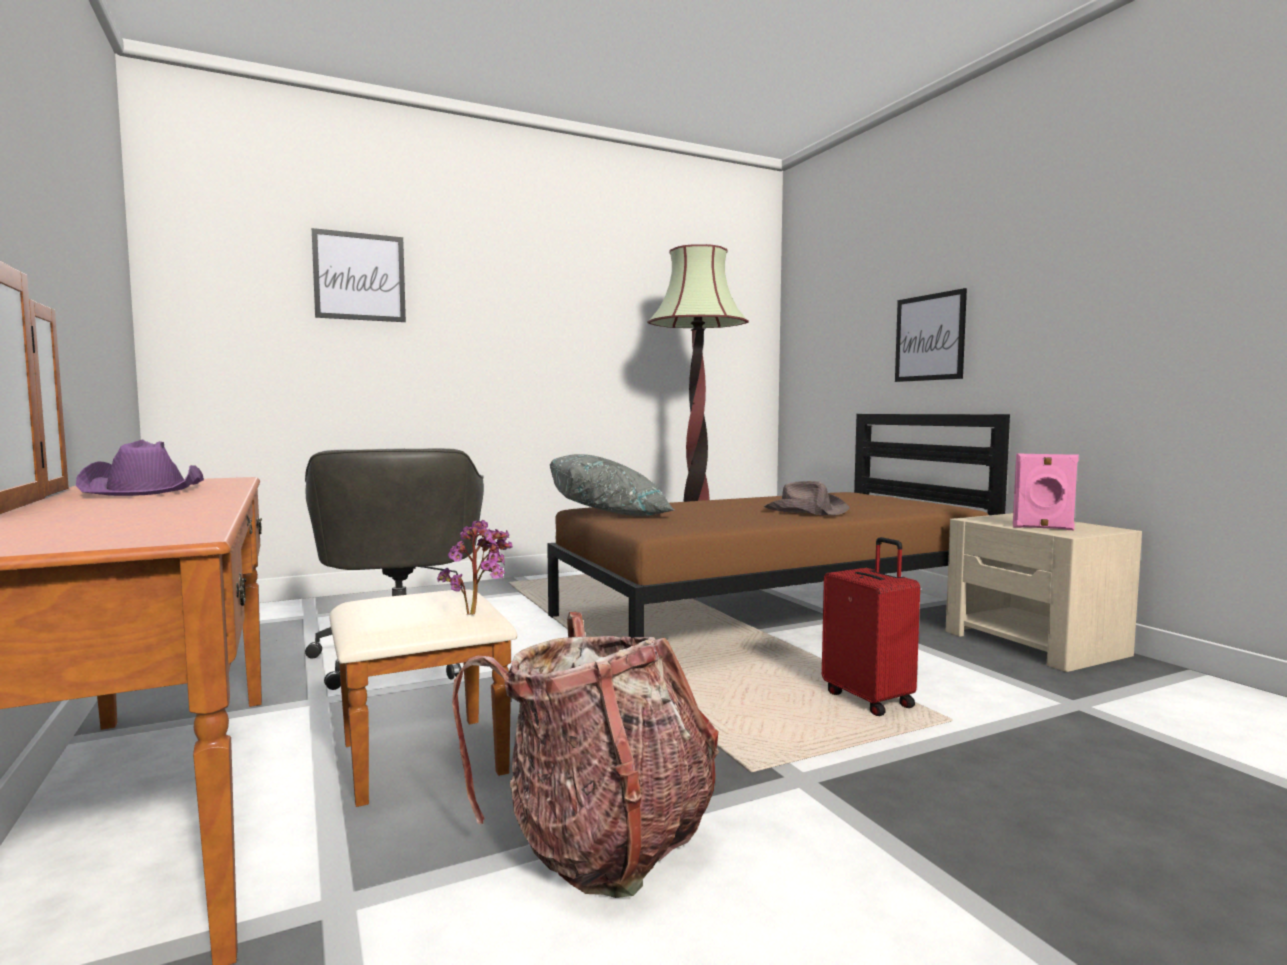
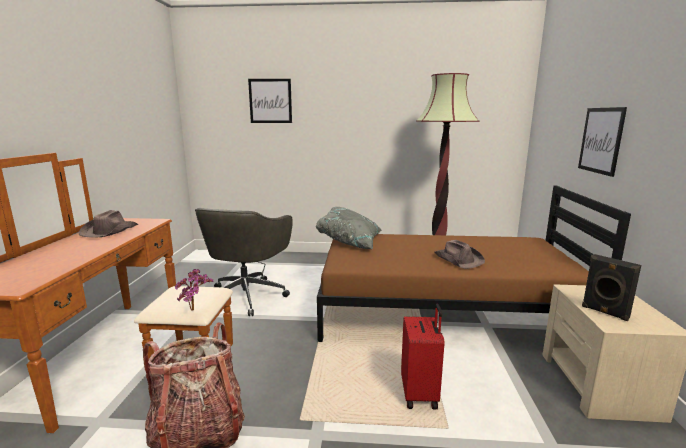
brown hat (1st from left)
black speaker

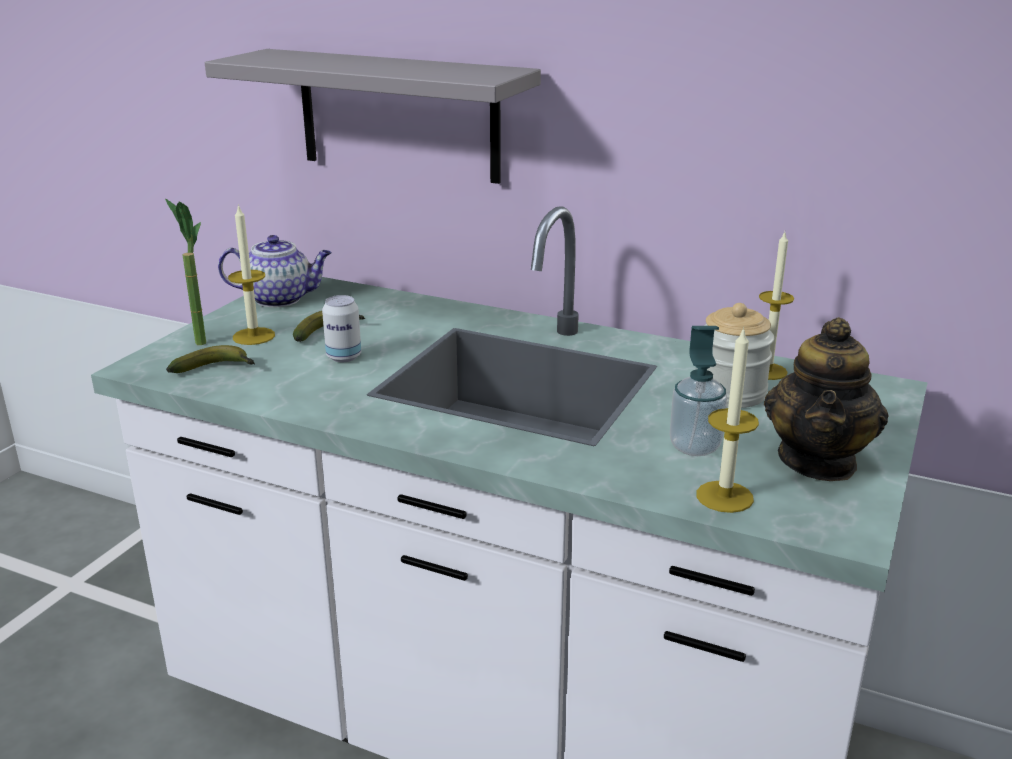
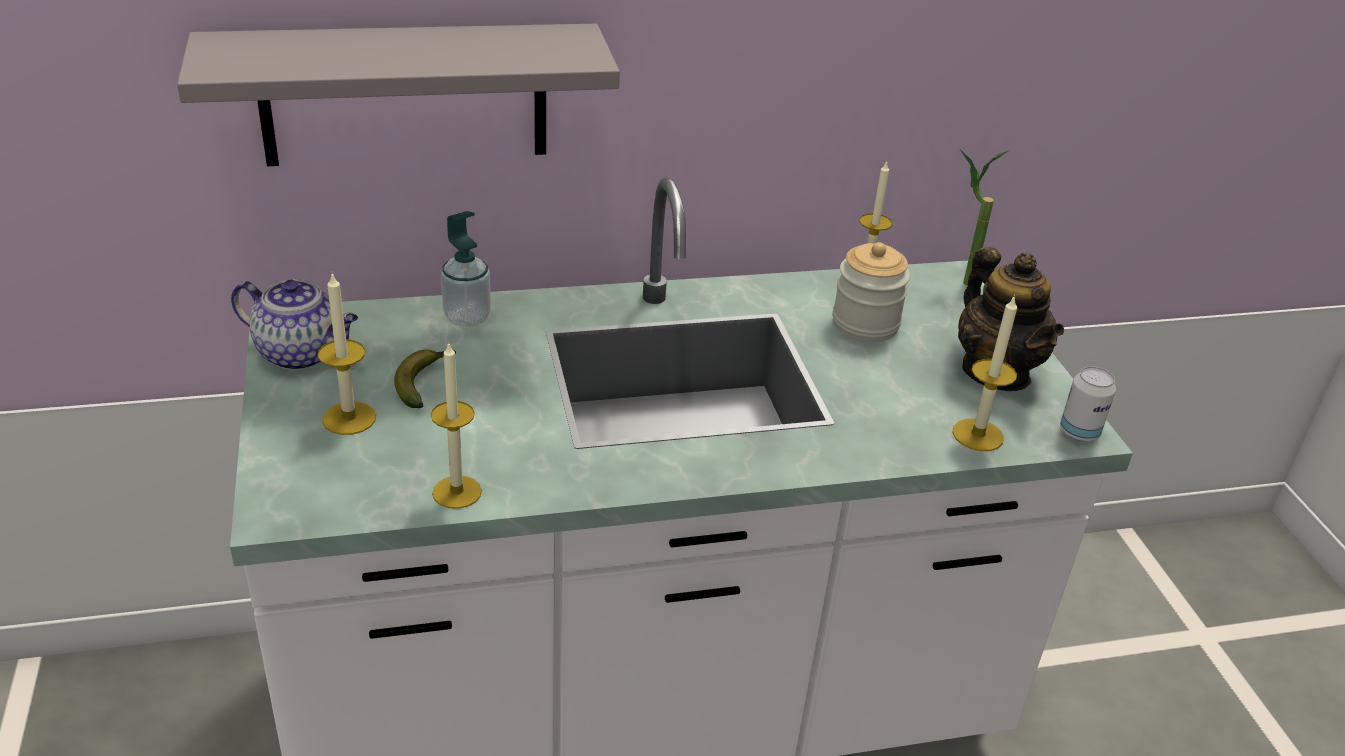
potted plant
banana (1st from left in the first image)
teapot (1st from left)
can
soap dispenser
candle (2nd from left)

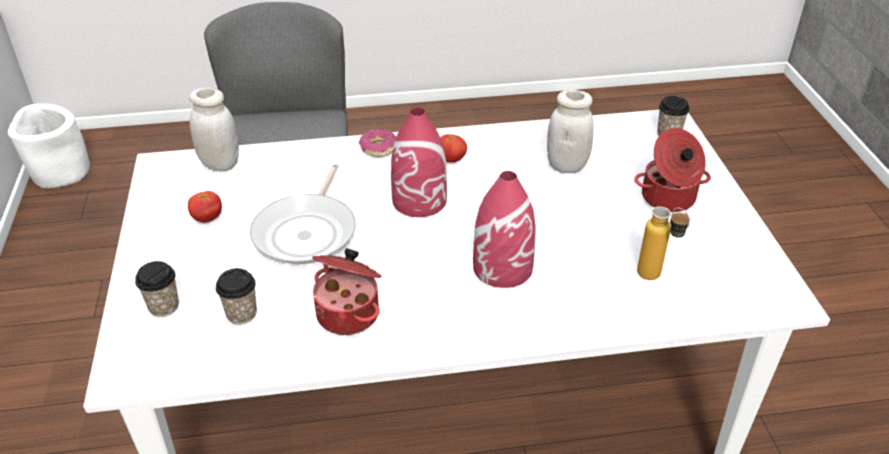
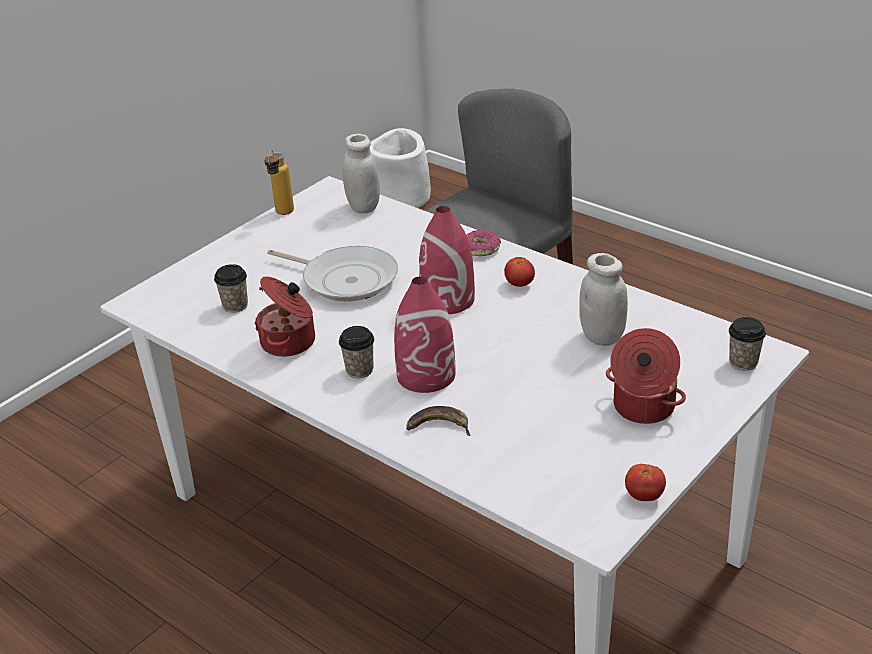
cup (2nd from left)
tomato (2nd from left)
frying pan
bottle
banana

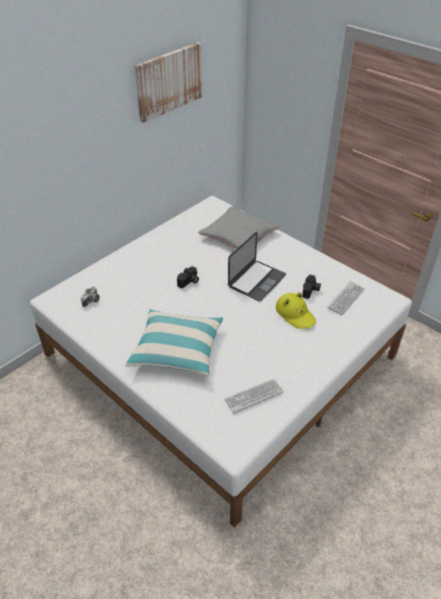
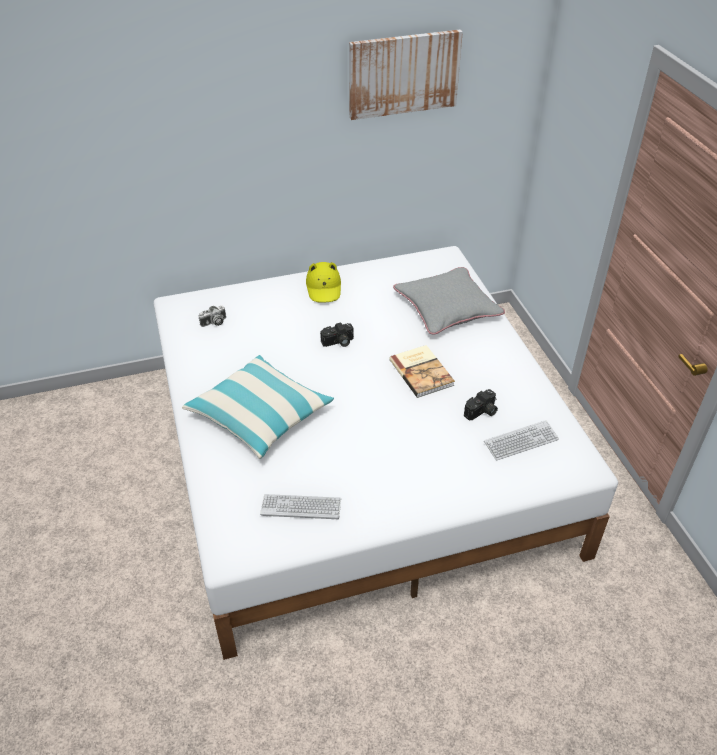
book
yellow hat

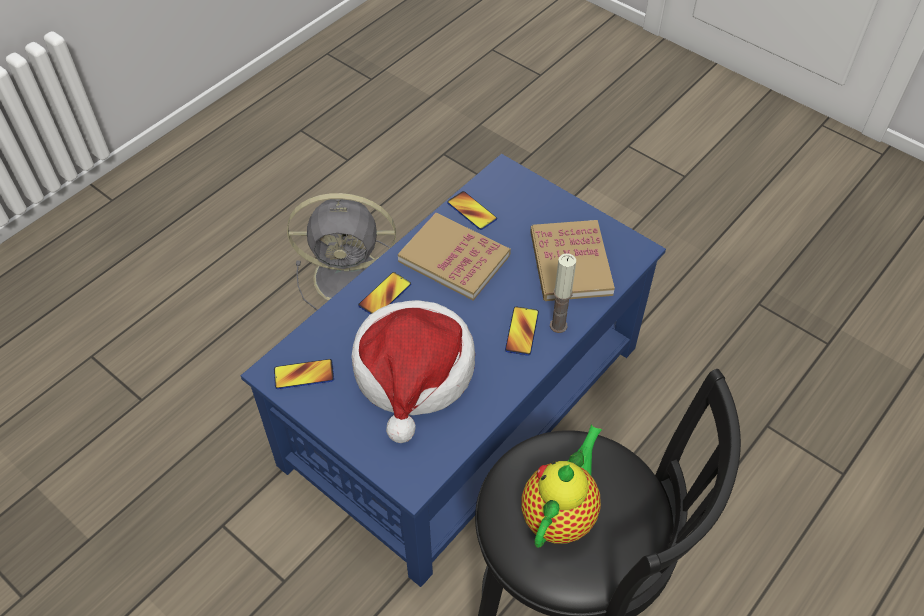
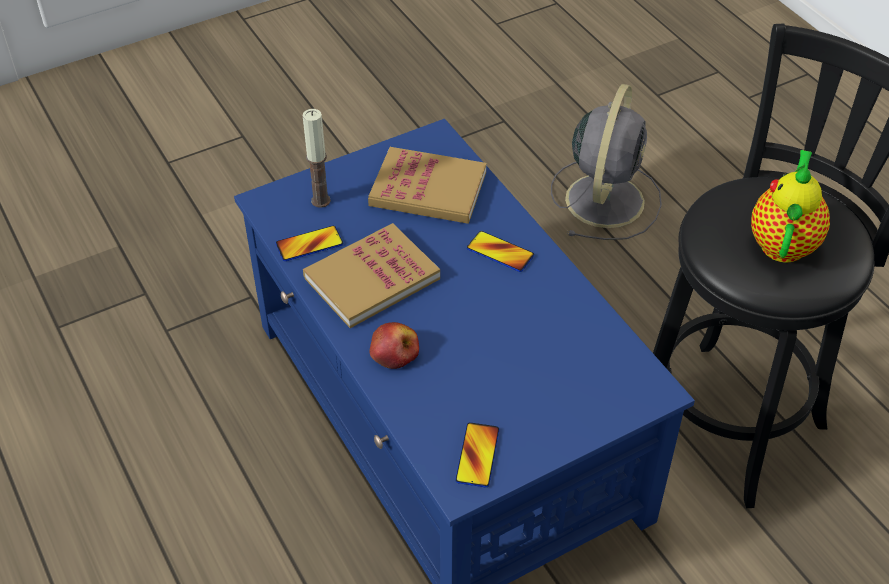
grey fan
hat
apple
teapot
candle

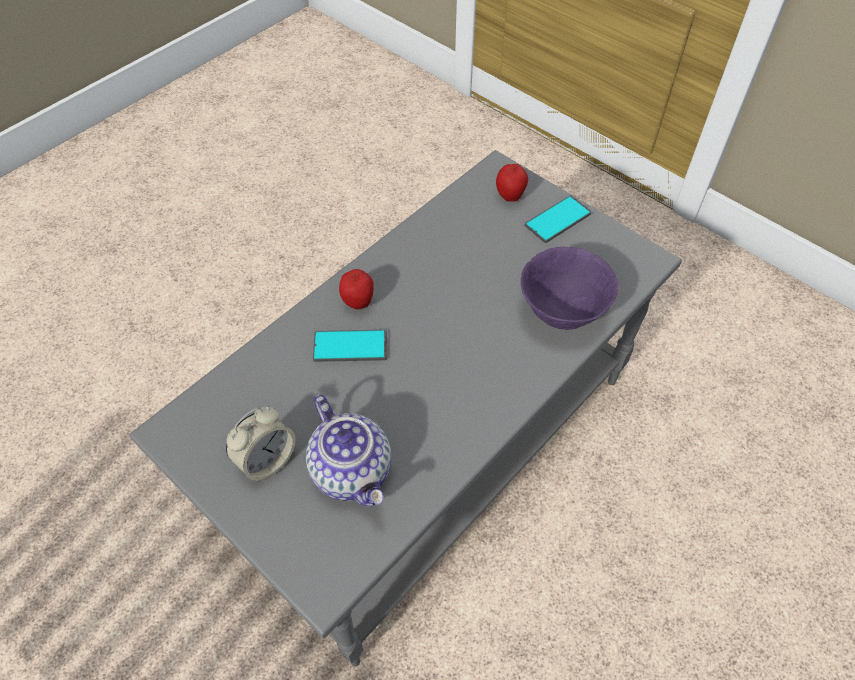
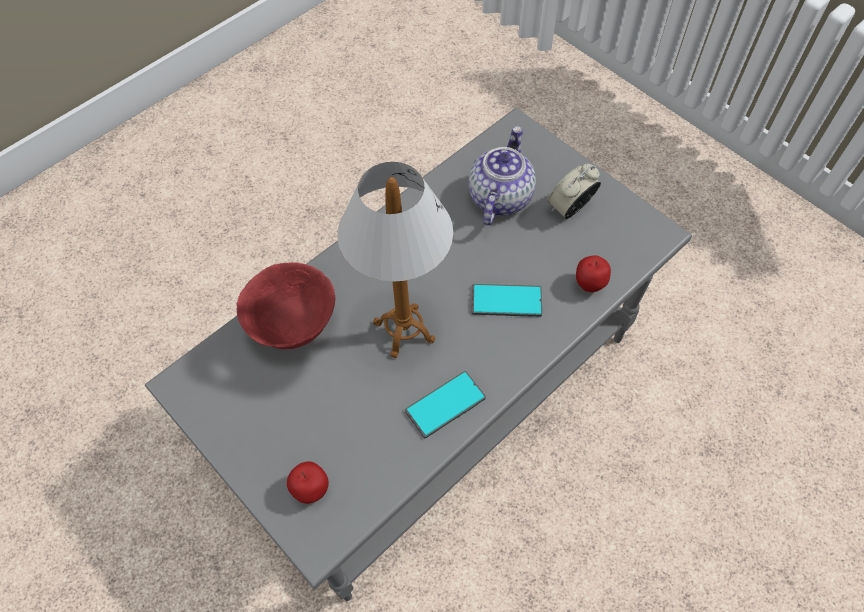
teapot
apple (2nd from left)
red bowl
phone (1st from left)
table lamp

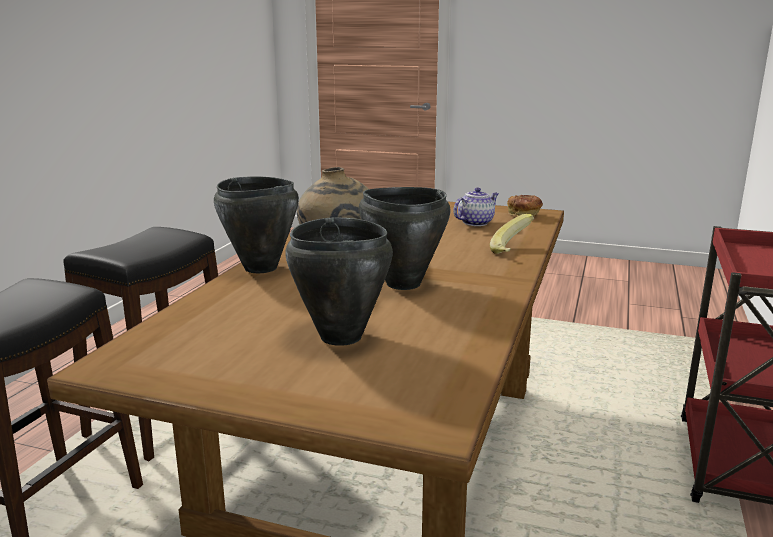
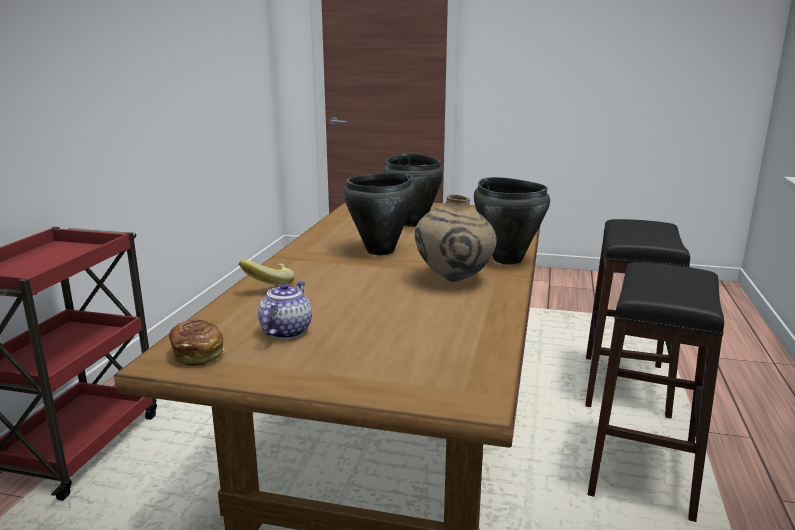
teapot

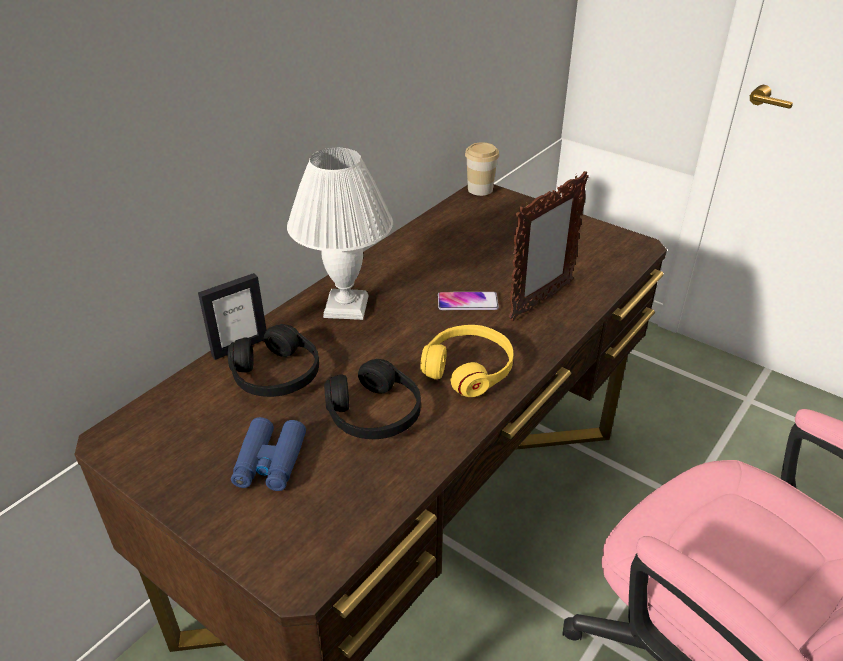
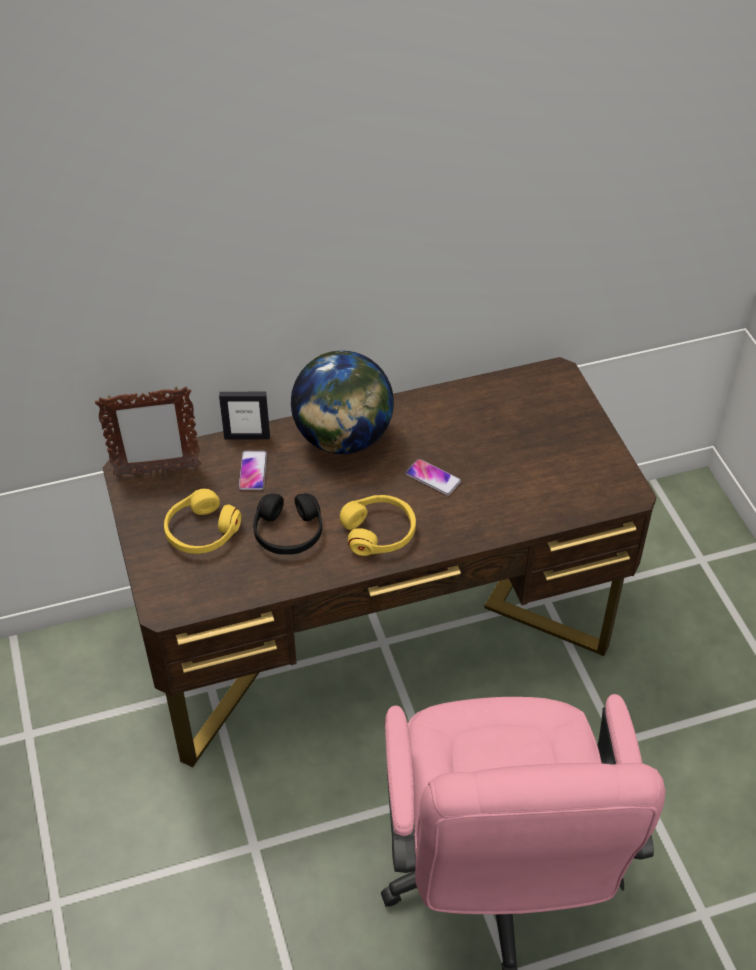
phone (1st from left)
yellow headphones (1st from left)
globe
cup
picture frame (1st from left)

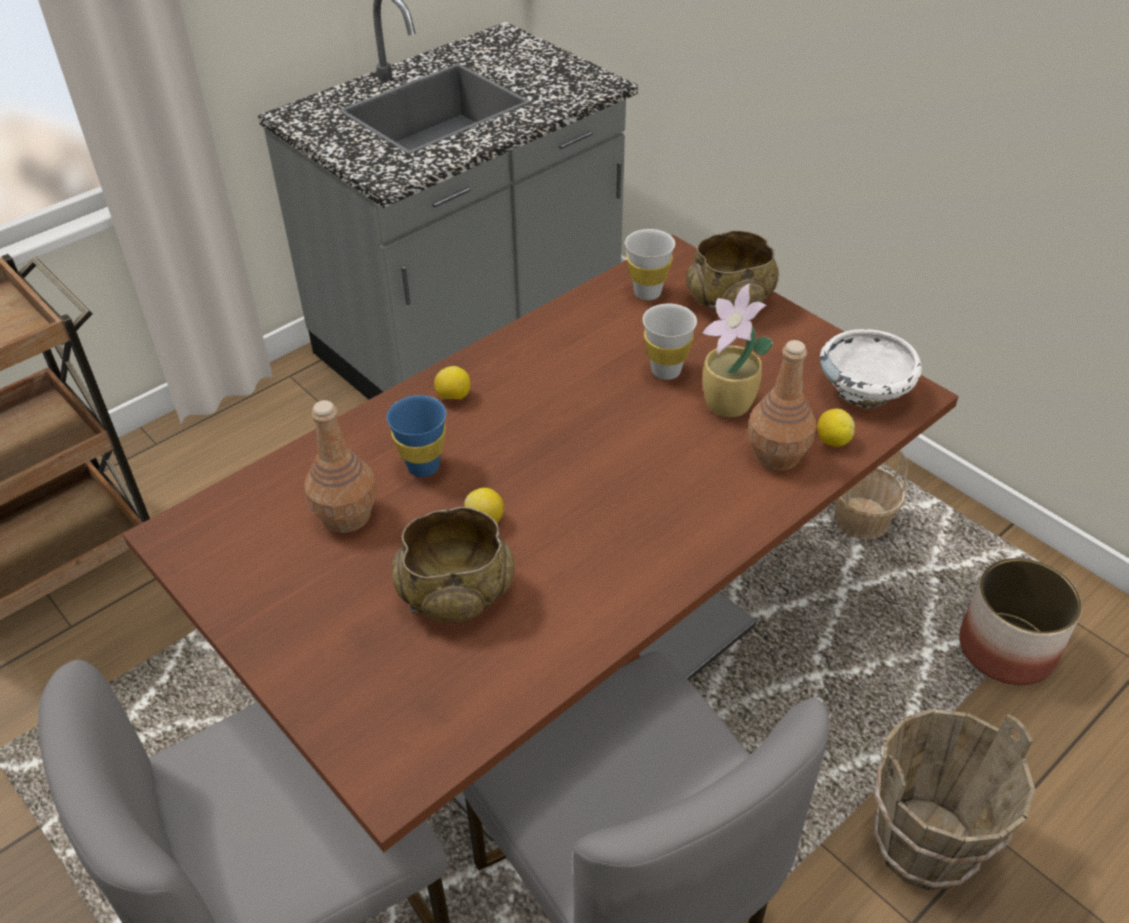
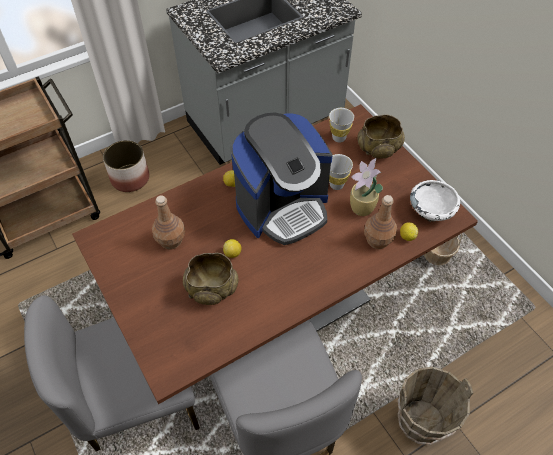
blue cup
planter
coffee machine

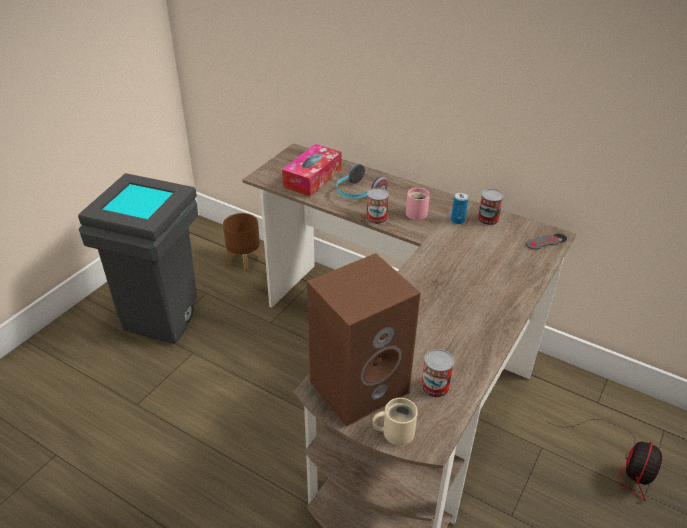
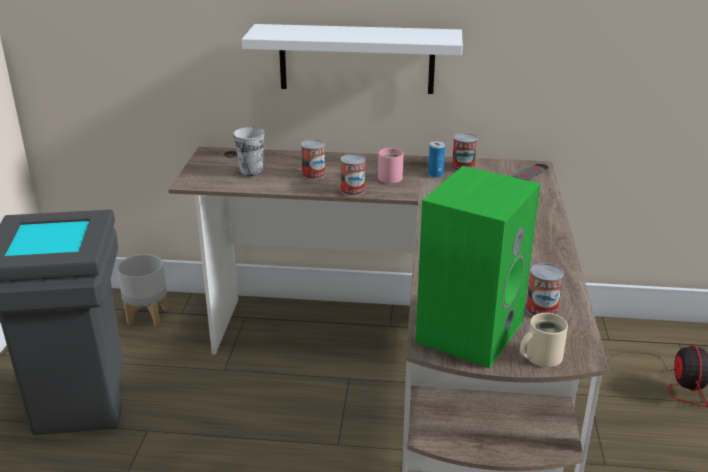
grey planter
cup
green speaker
can (1st from left)
white shelf

